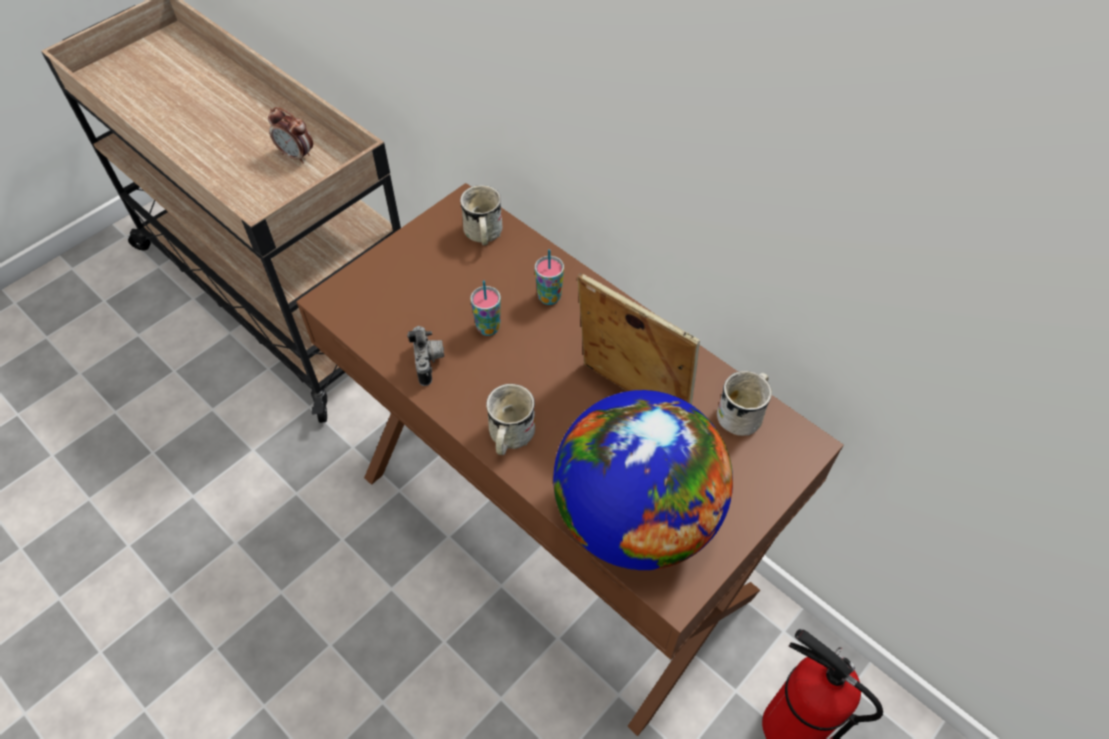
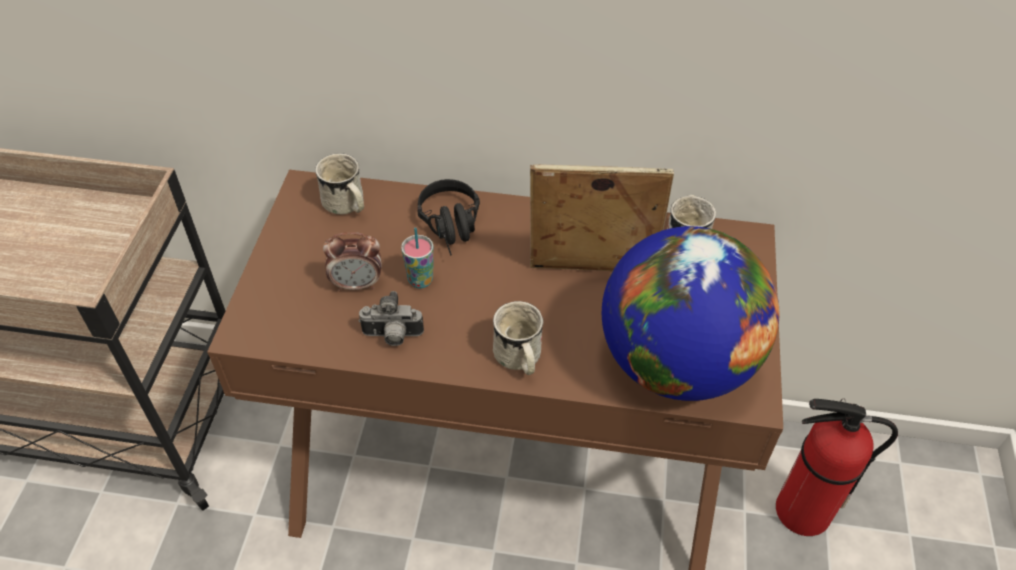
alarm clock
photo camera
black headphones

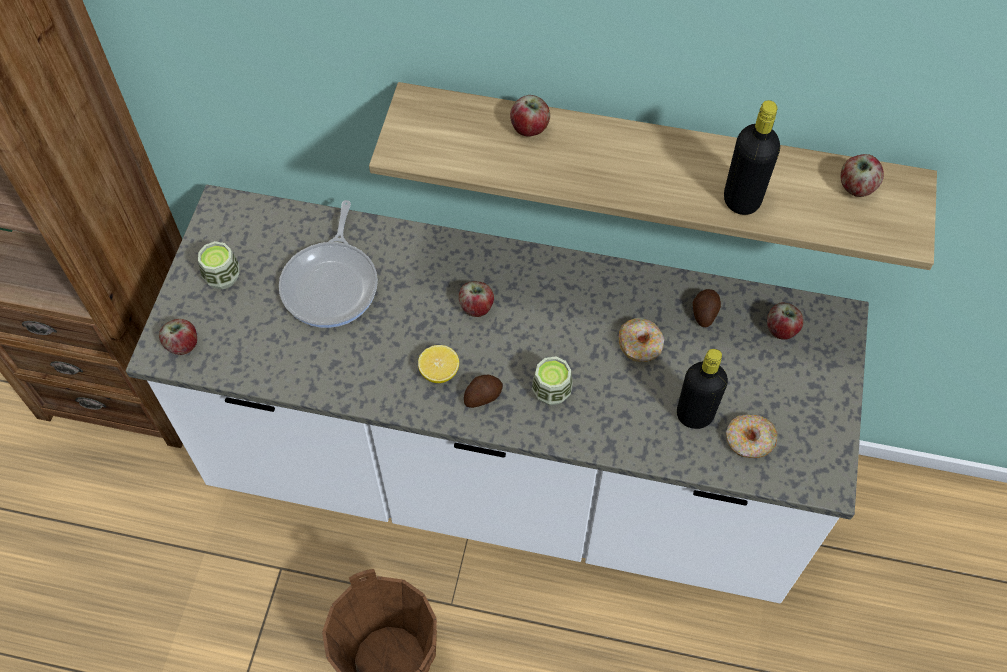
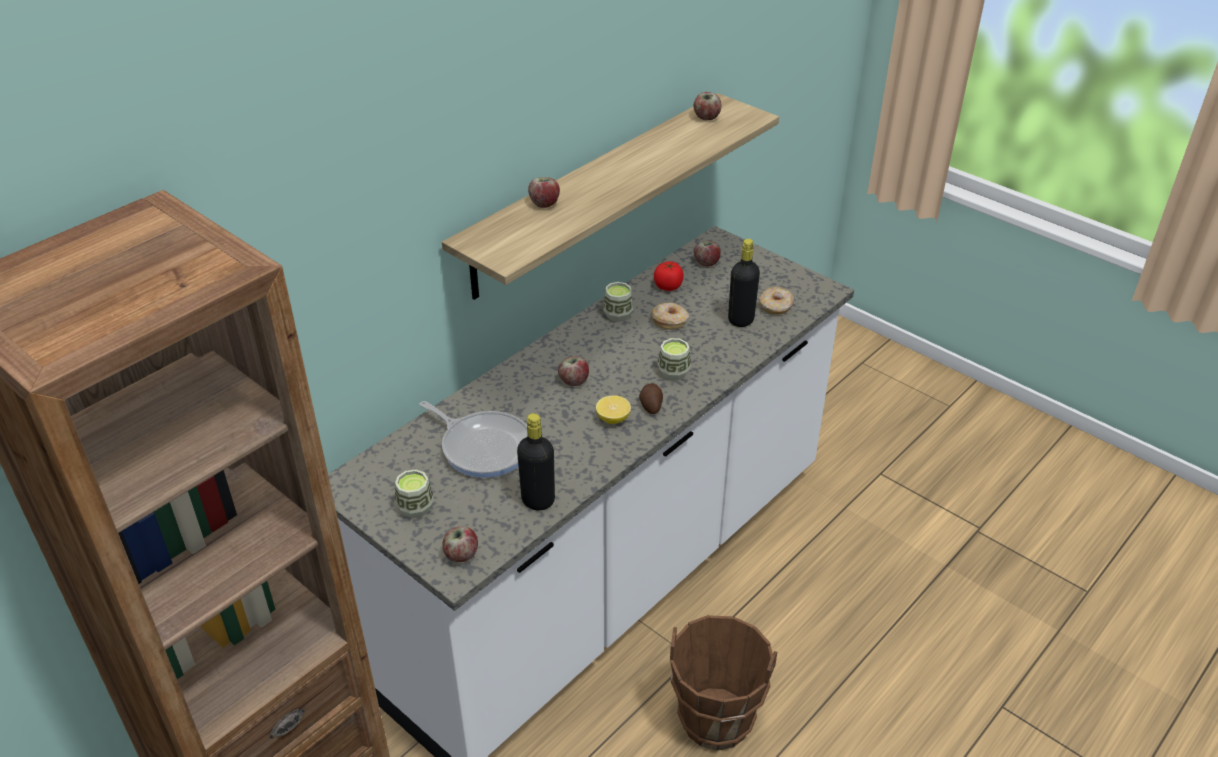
tomato
black bottle (1st from left)
cup (2nd from left)

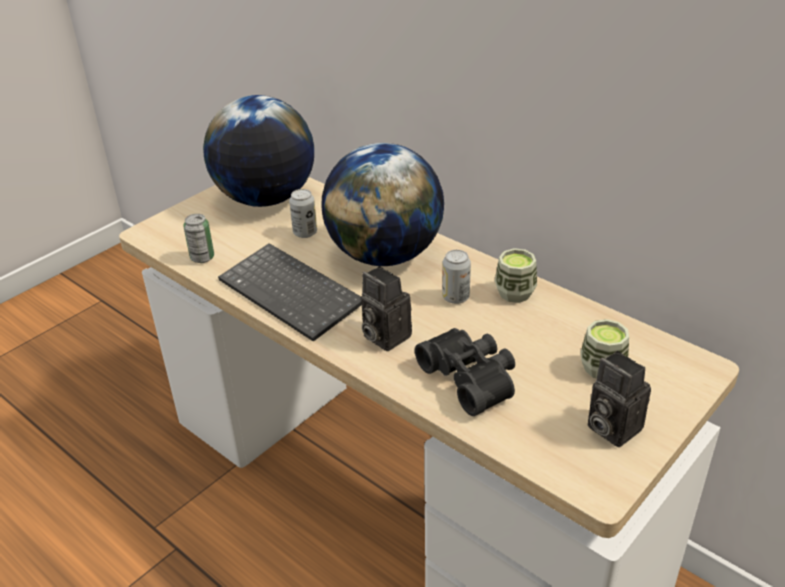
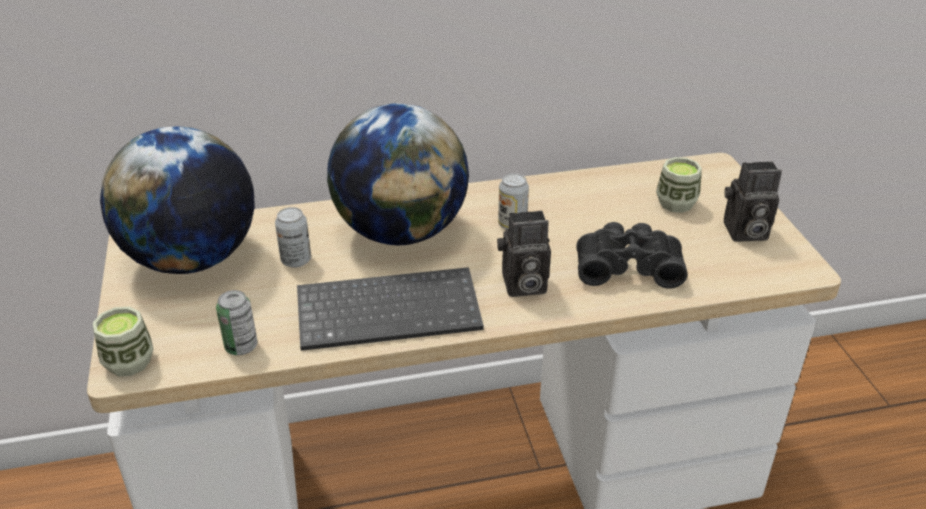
cup (1st from left)

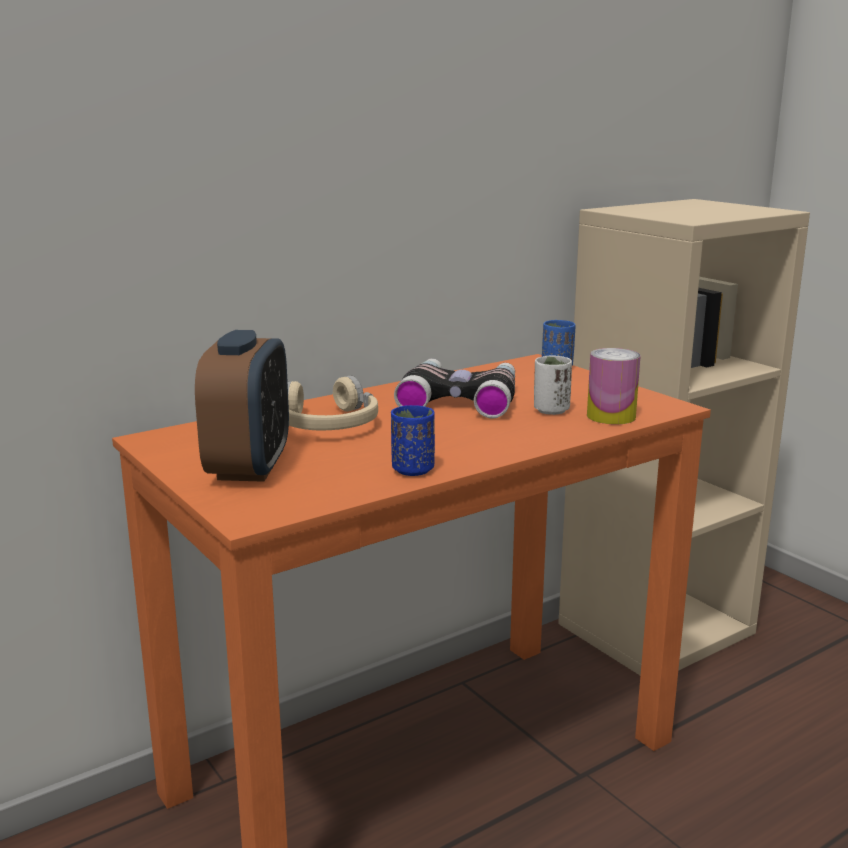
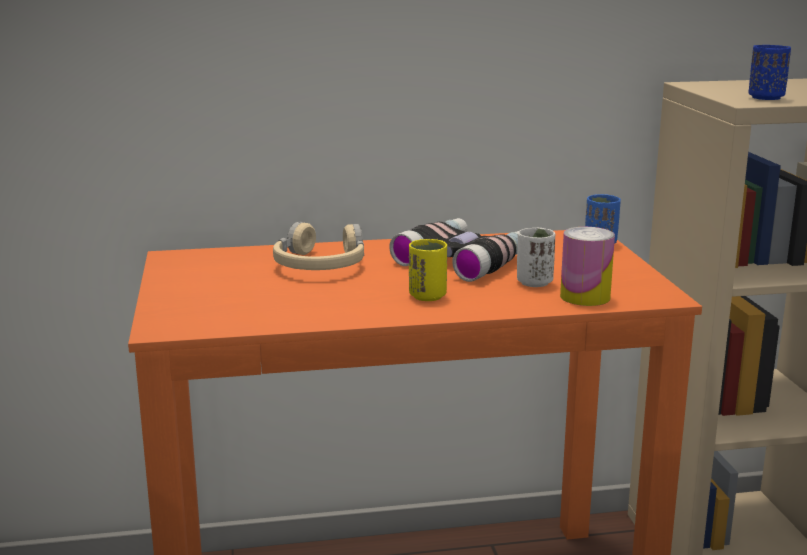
alarm clock
blue cup (2nd from left)
yellow cup

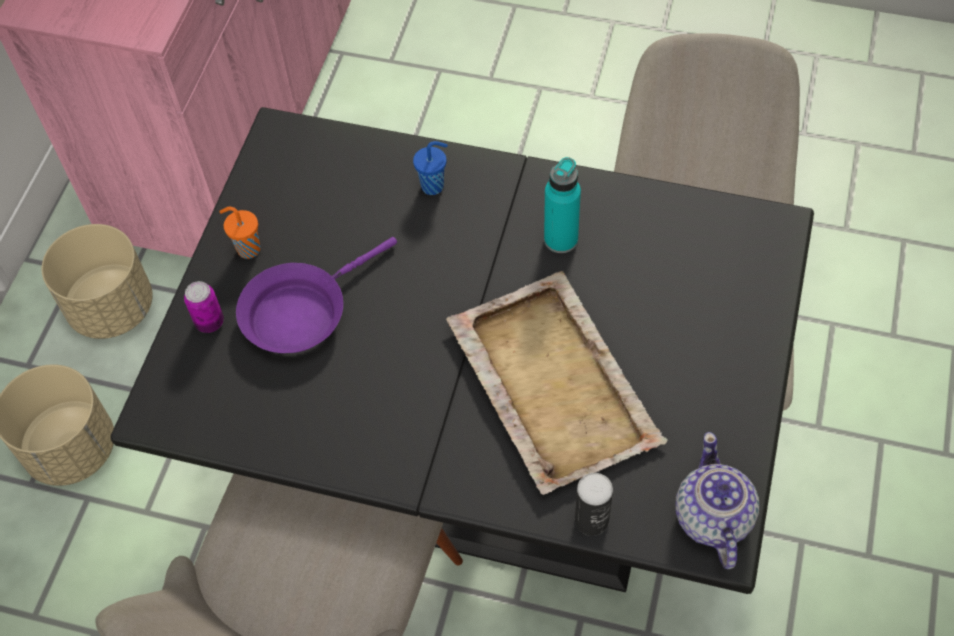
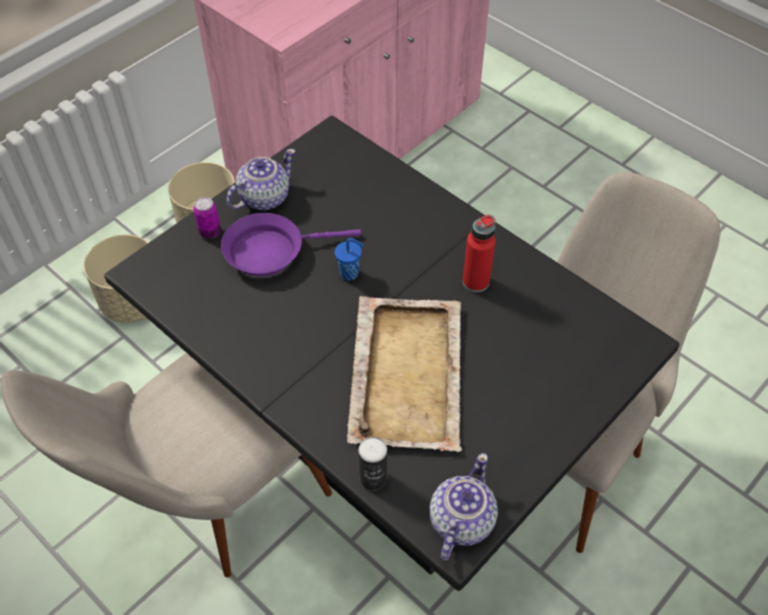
teapot (1st from left)
blue cup
red bottle

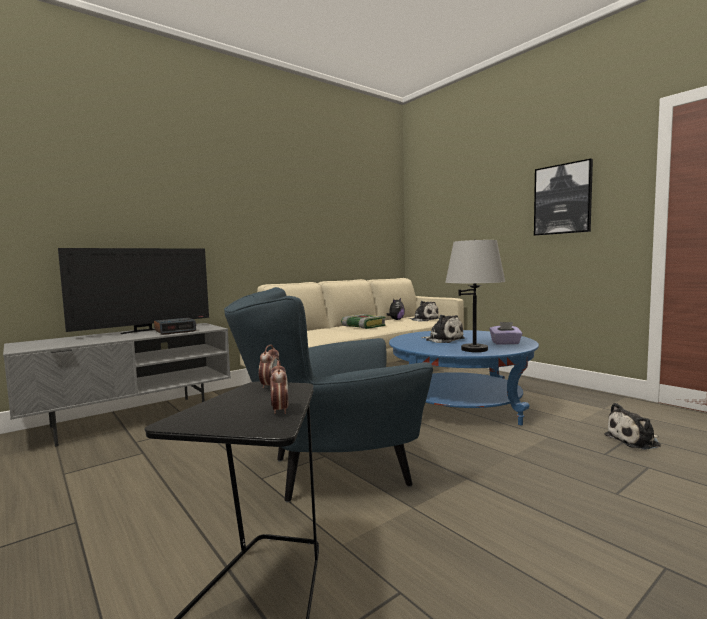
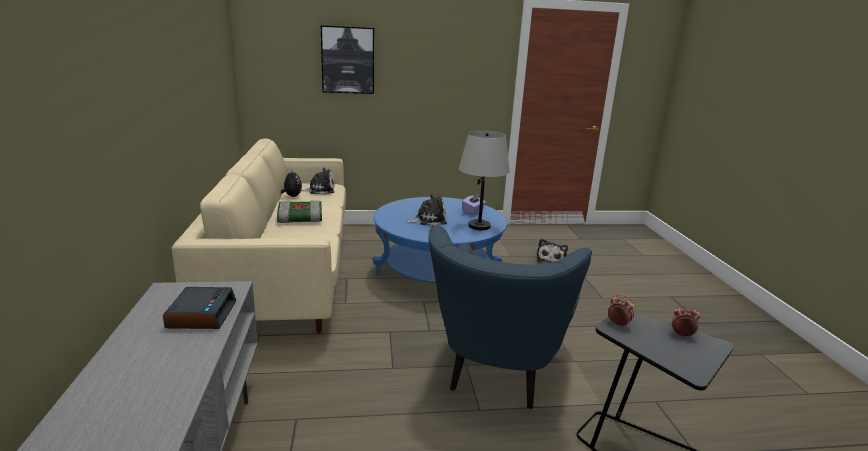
television
picture

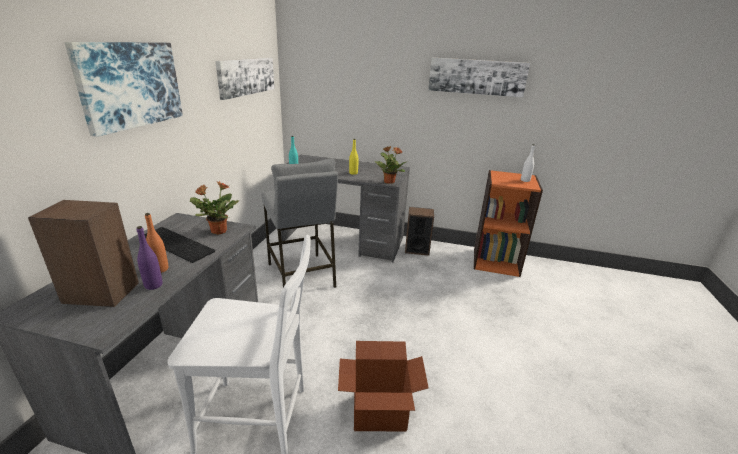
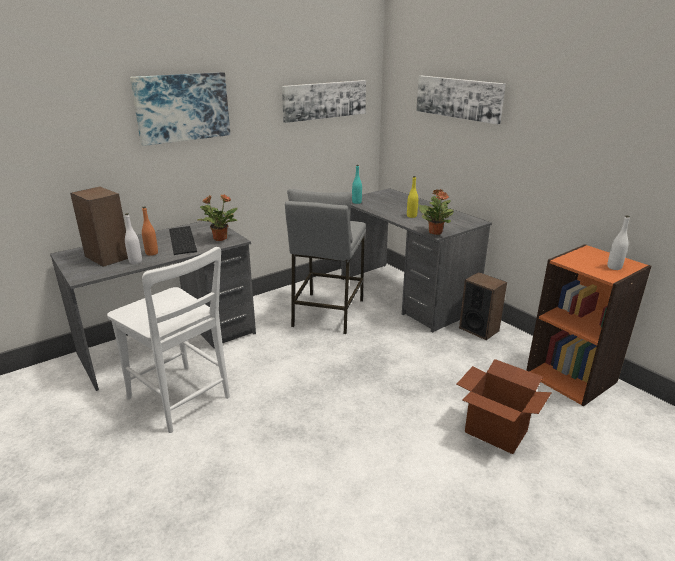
white bottle (1st from left)
cardboard box
picture (3rd from left)

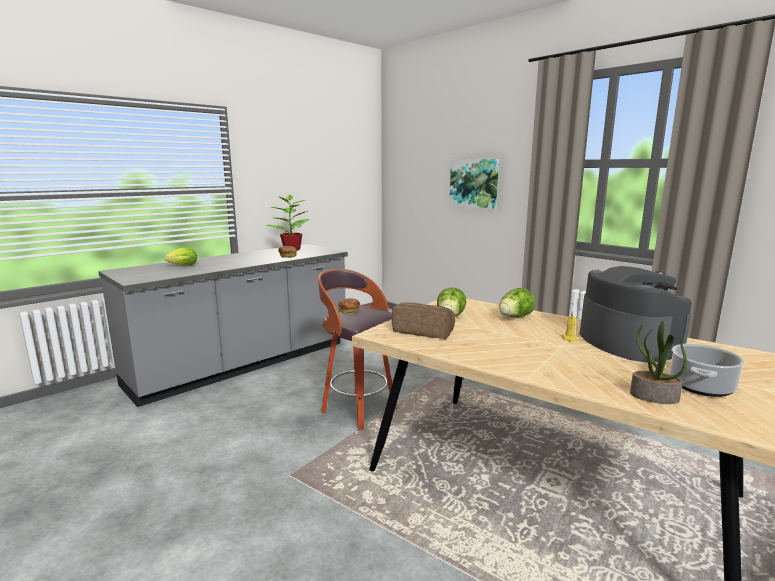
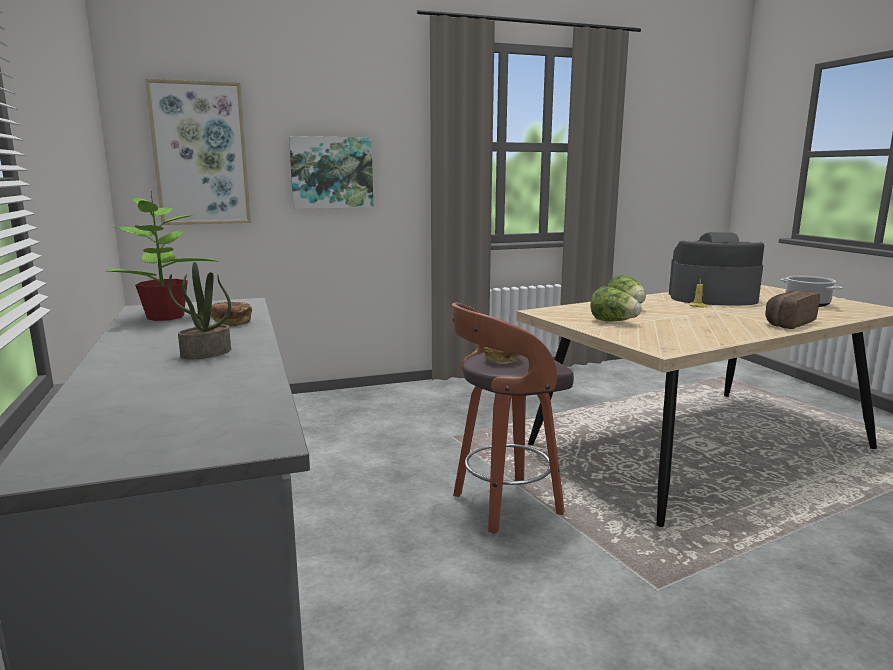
lettuce (1st from left in the first image)
bread (3rd from left)
potted plant (2nd from left)
picture (1st from left)

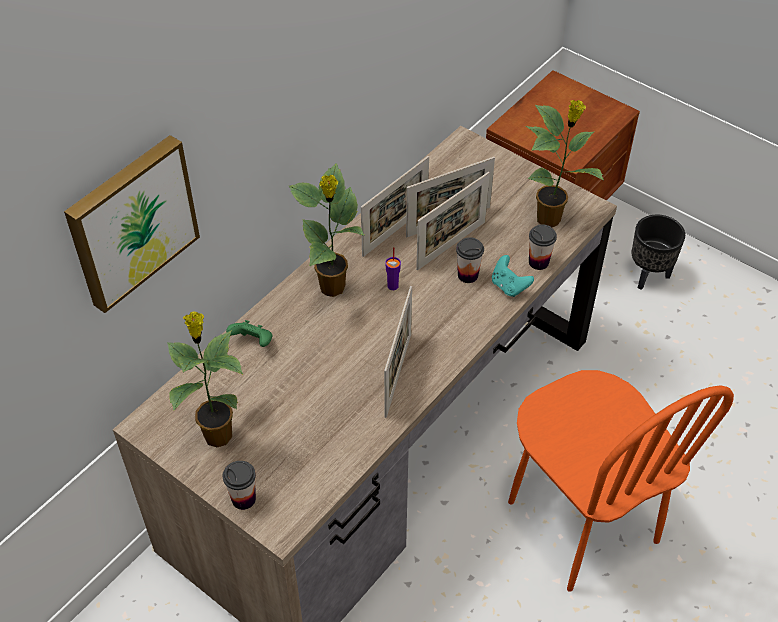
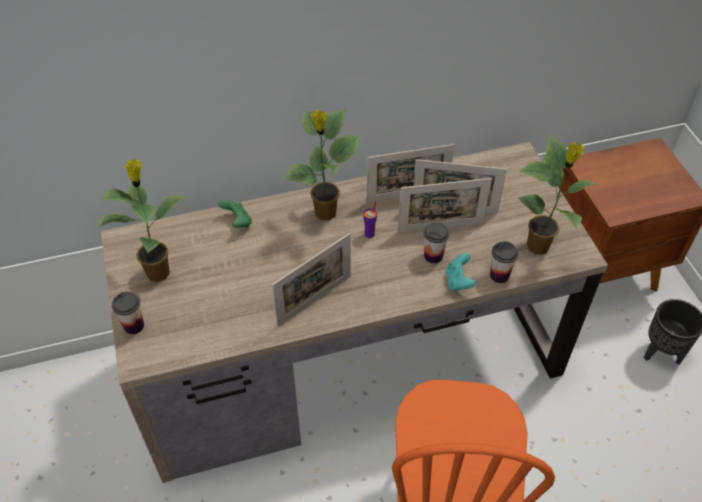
picture

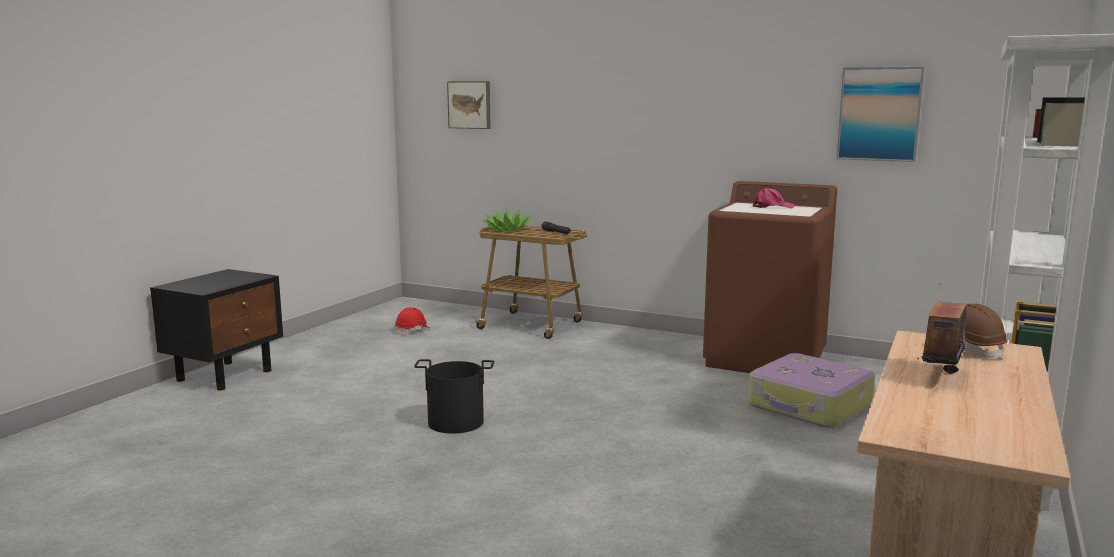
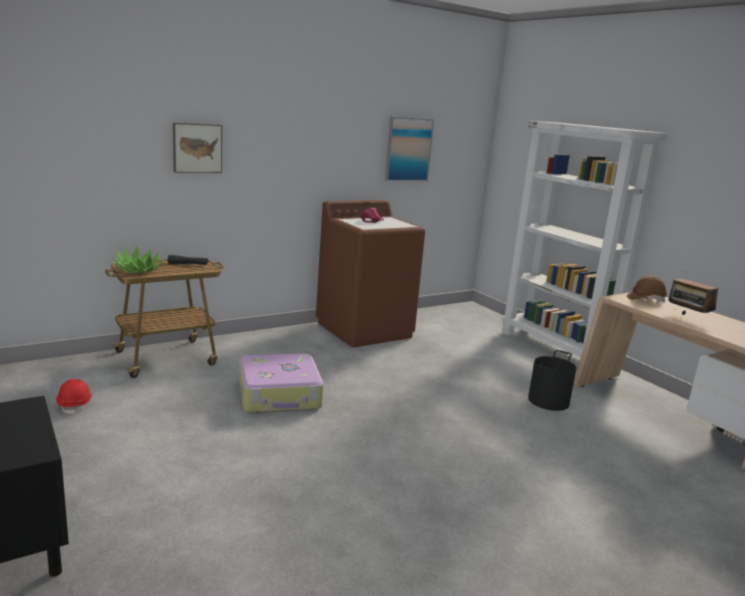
black bucket
picture (1st from left)
suitcase

